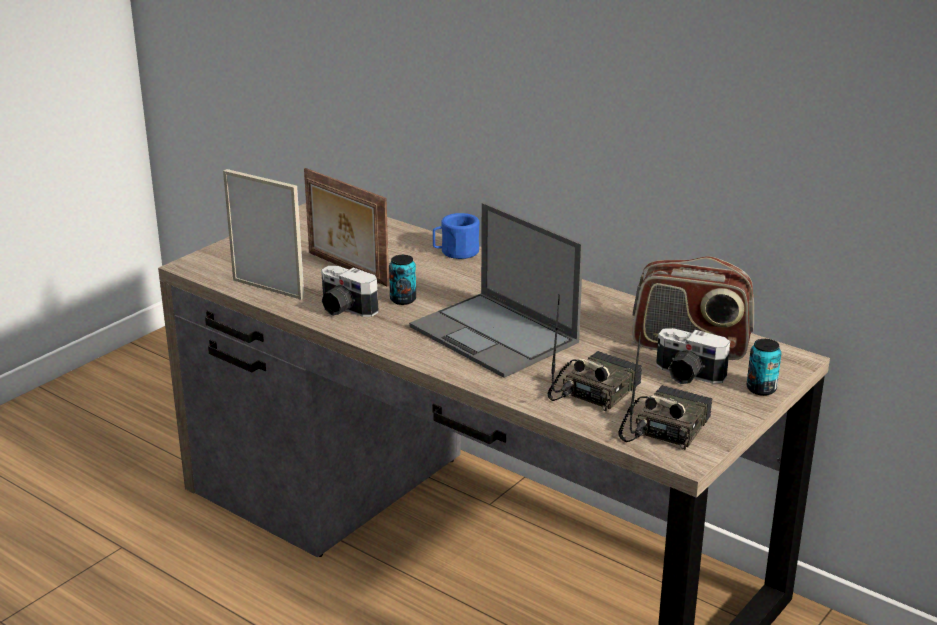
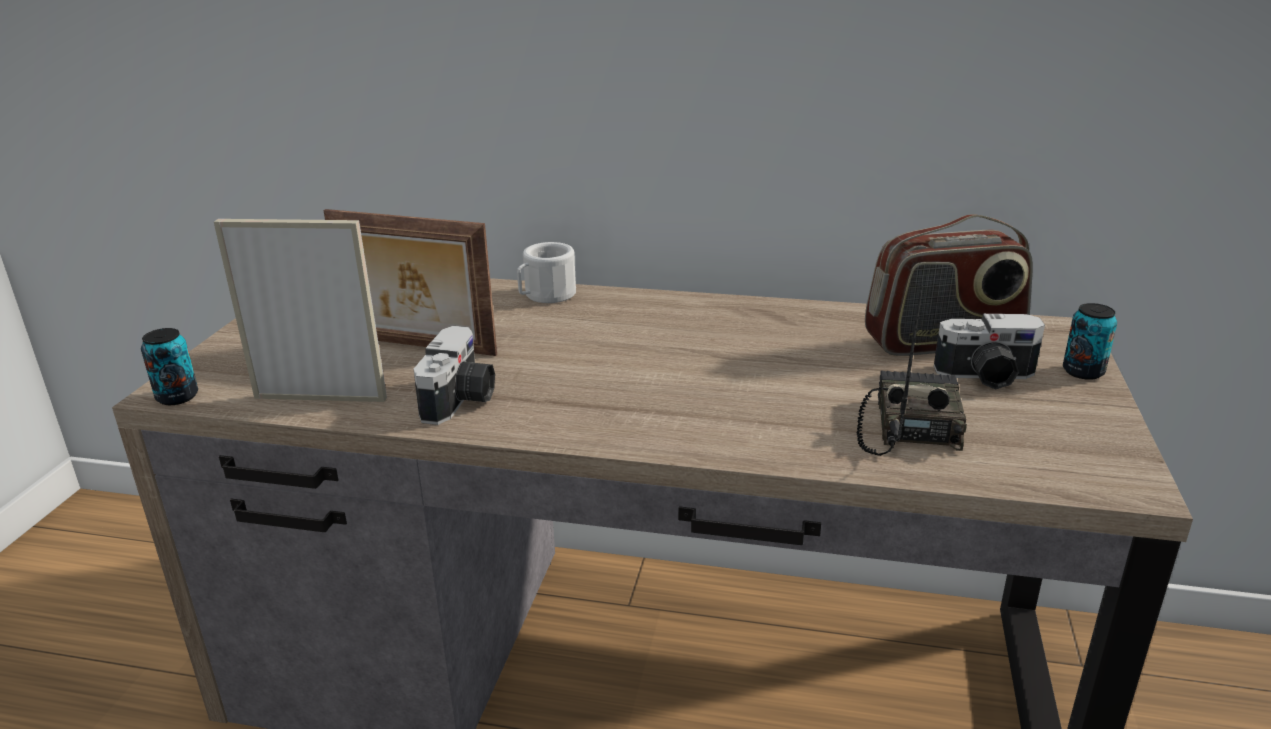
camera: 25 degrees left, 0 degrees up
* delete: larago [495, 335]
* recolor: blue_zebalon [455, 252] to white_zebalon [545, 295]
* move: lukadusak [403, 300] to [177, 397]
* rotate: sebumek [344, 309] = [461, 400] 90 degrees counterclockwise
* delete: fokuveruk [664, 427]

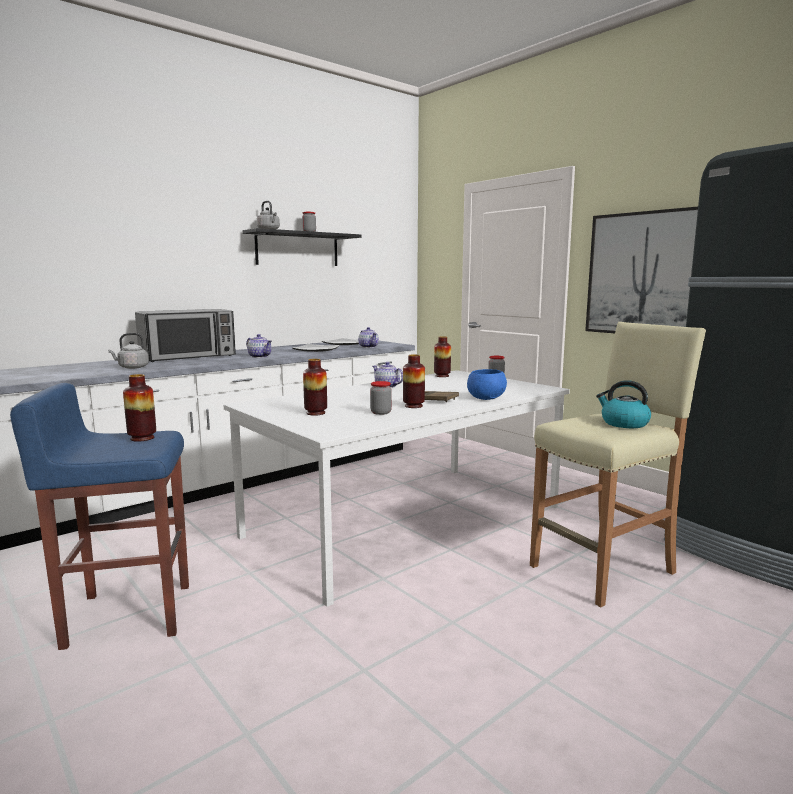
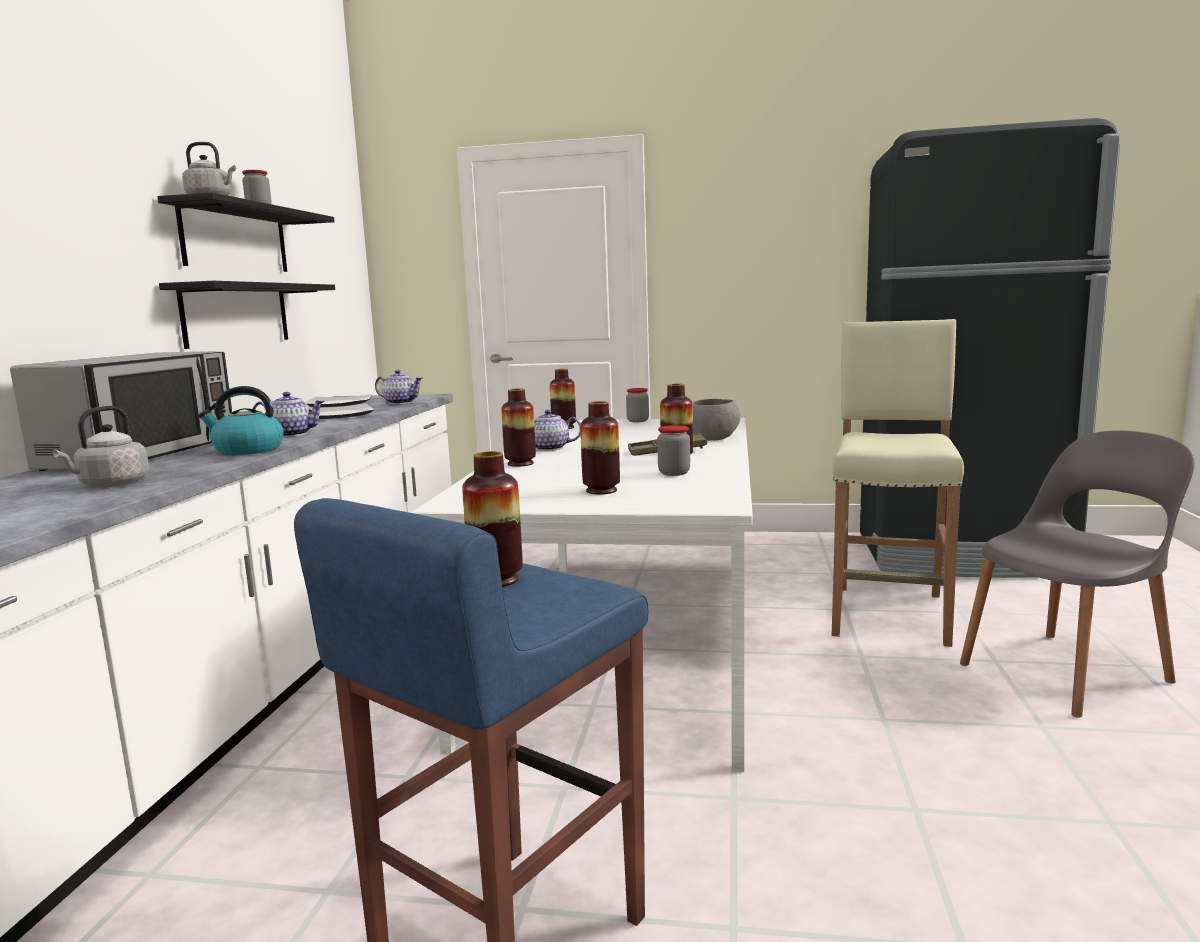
camera: 40 degrees left, 0 degrees up
* delete: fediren [646, 274]
* recolor: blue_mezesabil [485, 398] to grey_mezesabil [712, 439]
* move: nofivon [623, 423] to [247, 450]
* insert: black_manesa [237, 314]
* insert: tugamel [520, 464]
* insert: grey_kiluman [1067, 671]

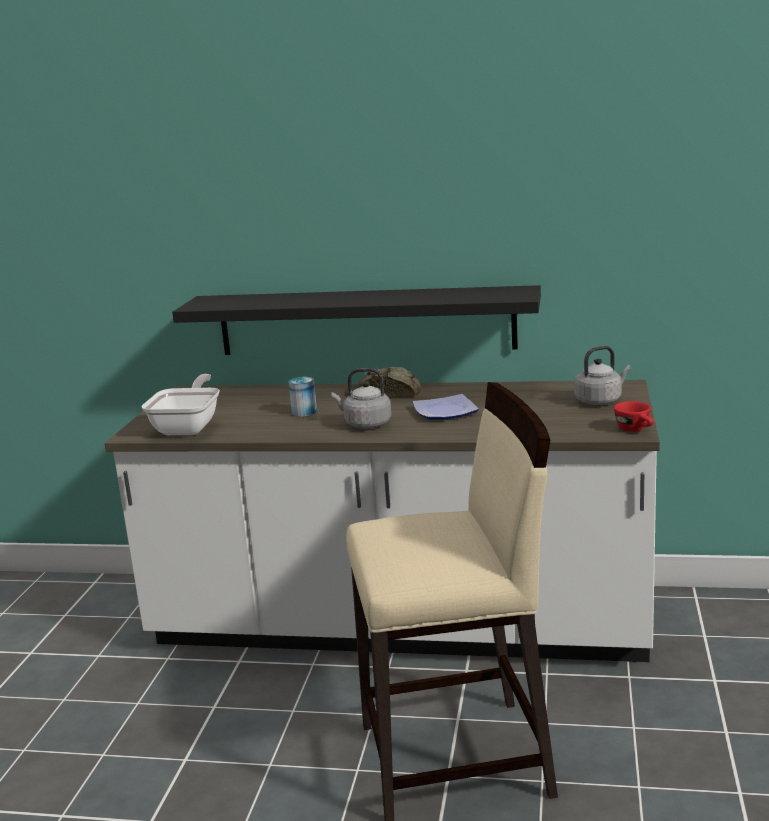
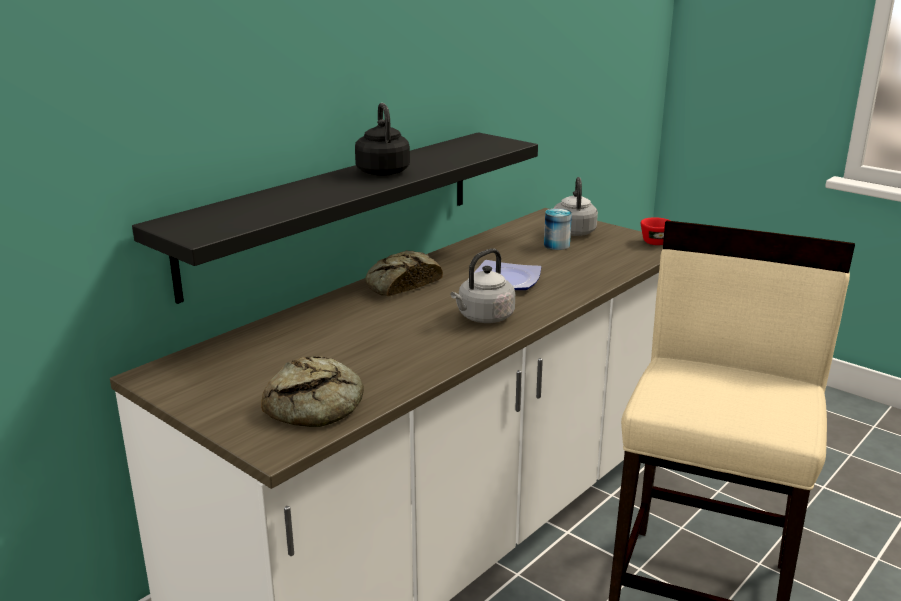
camera: 60 degrees left, 5 degrees up
* replace: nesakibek [189, 427] to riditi [318, 404]
* move: lukadusak [304, 412] to [556, 245]
* insert: black_nofivon [382, 171]

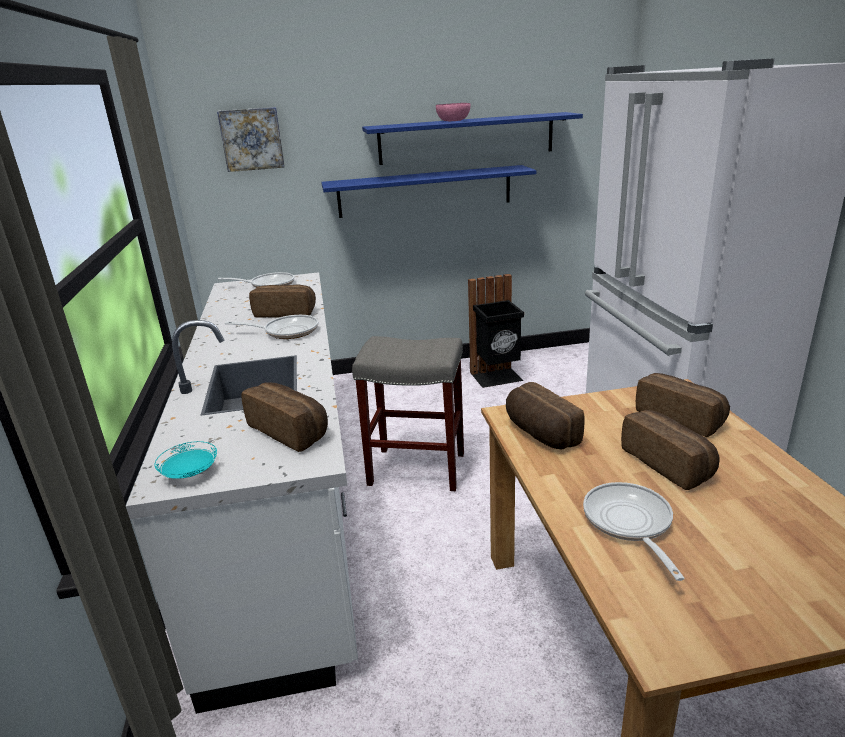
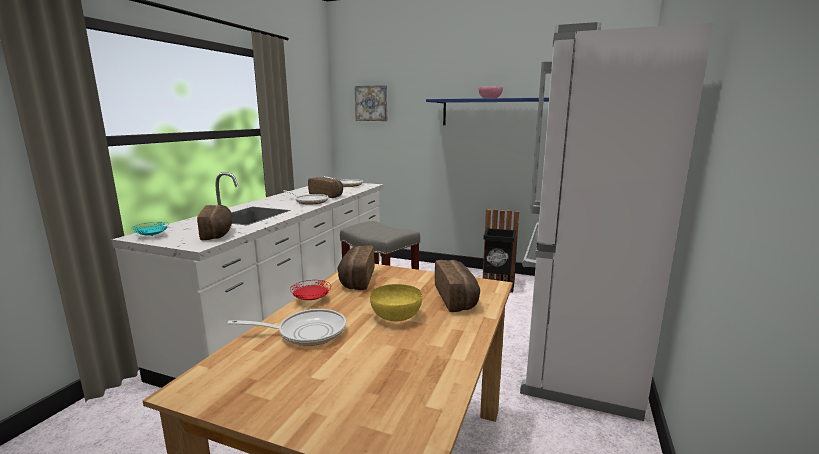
camera: 30 degrees right, 10 degrees down
* delete: blue_manesa [425, 191]
* replace: riditi [669, 463] to yellow_mezesabil [395, 316]
* rotate: nesakibek [629, 524] = [306, 332] 60 degrees clockwise
* insert: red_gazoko [311, 299]

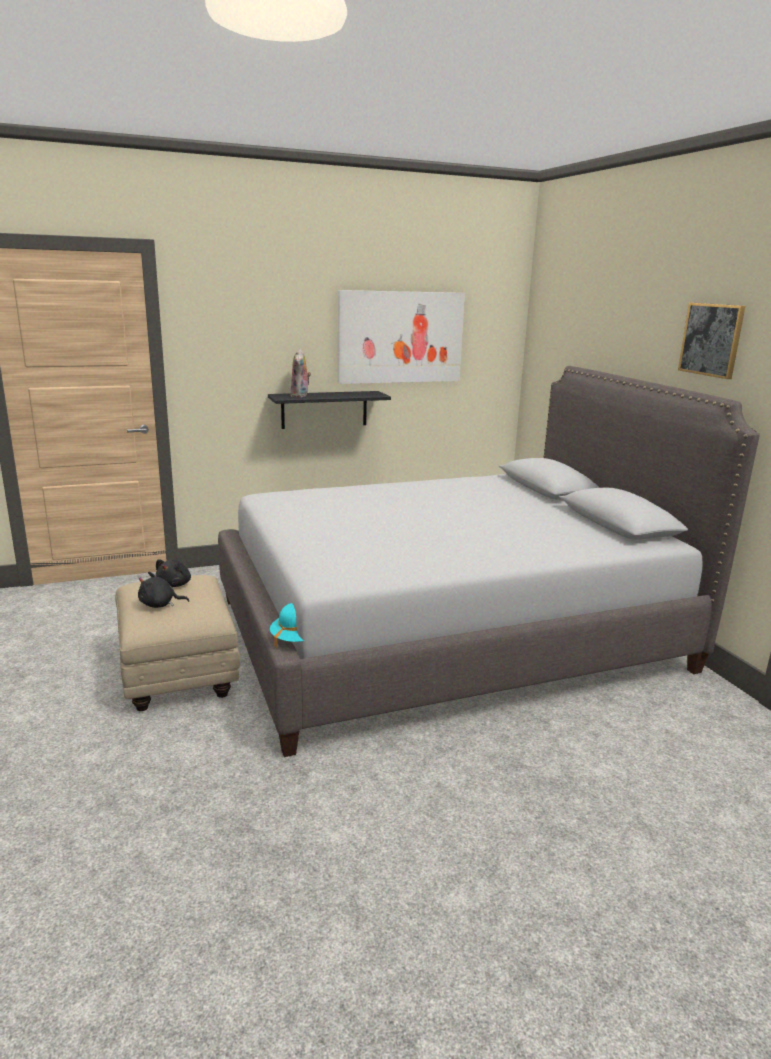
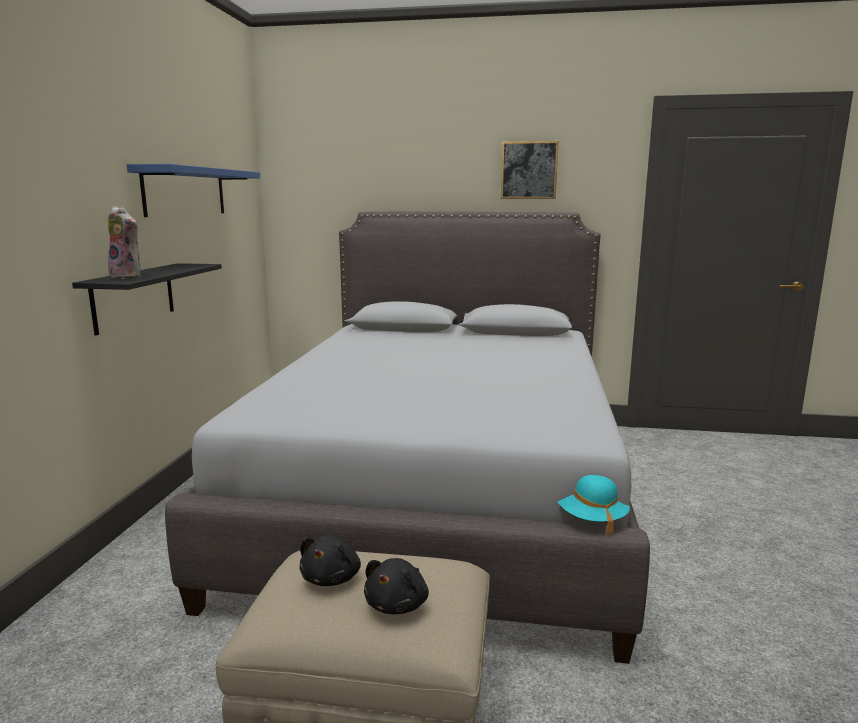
camera: 60 degrees left, 5 degrees down
* replace: fediren [400, 337] to blue_manesa [185, 192]
* rotate: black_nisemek [175, 584] = [332, 578] 60 degrees clockwise

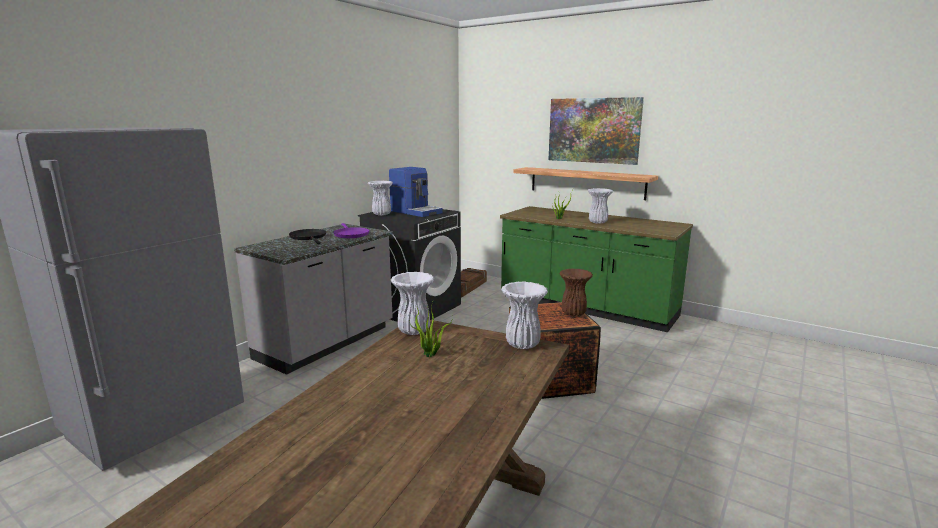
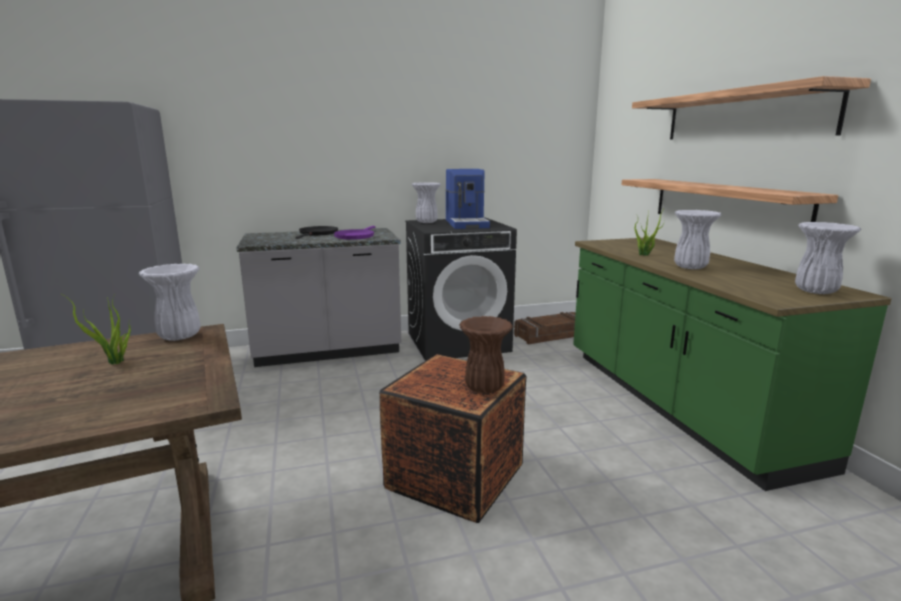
camera: 40 degrees right, 0 degrees up
* replace: fediren [593, 130] to manesa [743, 115]
* move: white_tugamel [522, 344] to [814, 291]

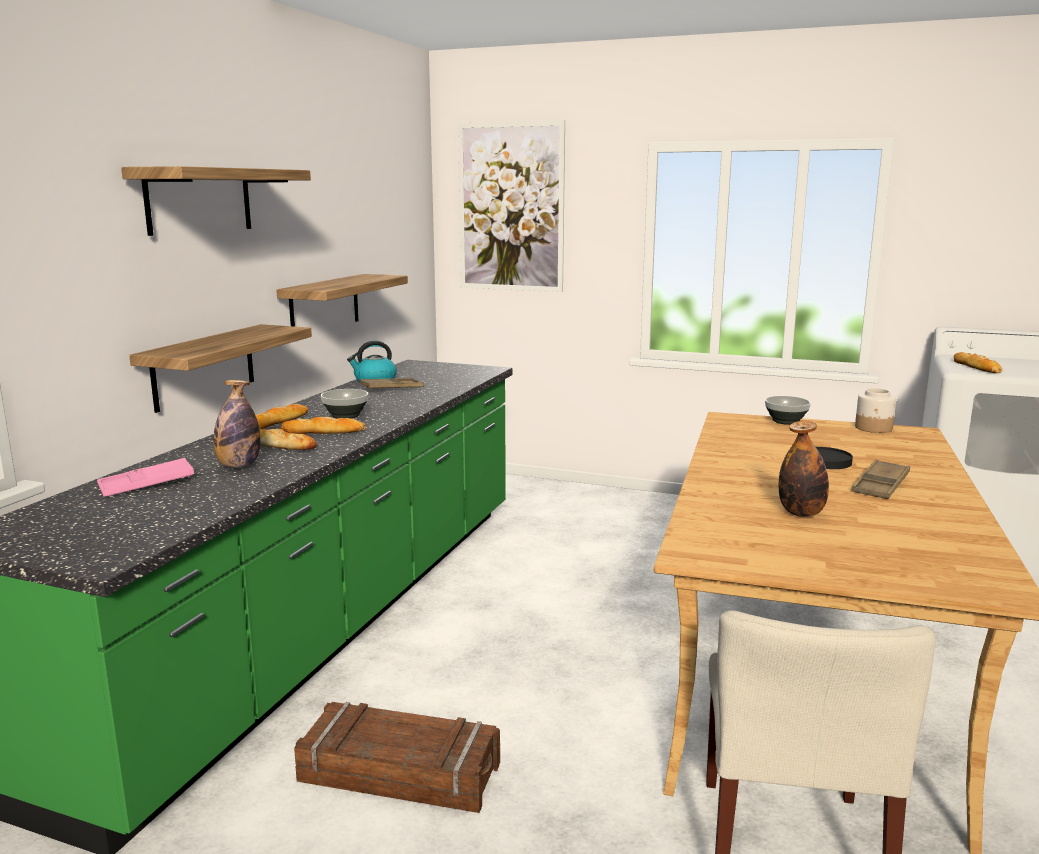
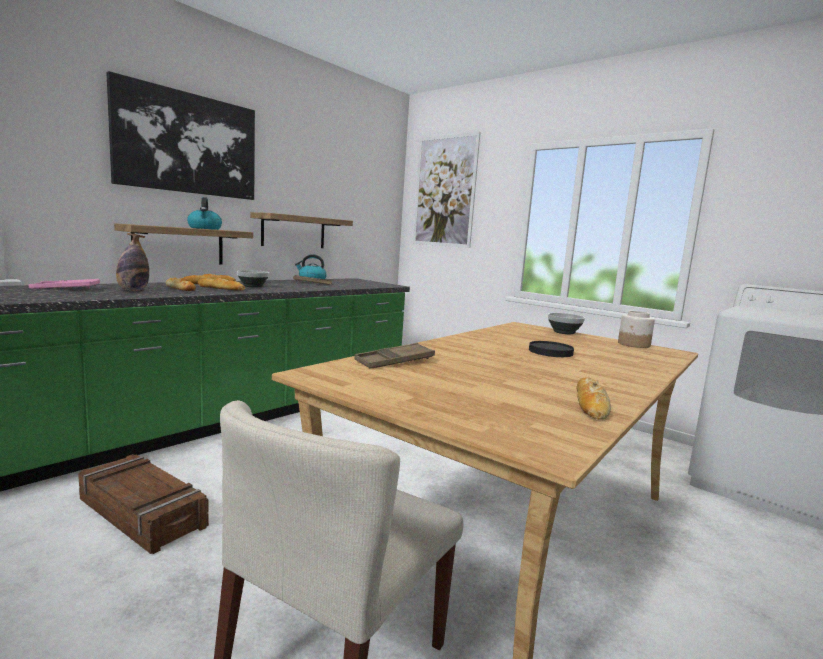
camera: 20 degrees right, 5 degrees down
* replace: manesa [199, 200] to fediren [188, 143]
* move: riditi [976, 367] to [591, 403]
* delete: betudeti [801, 513]
* move: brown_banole [880, 485] to [394, 361]
* insert: nofivon [205, 228]

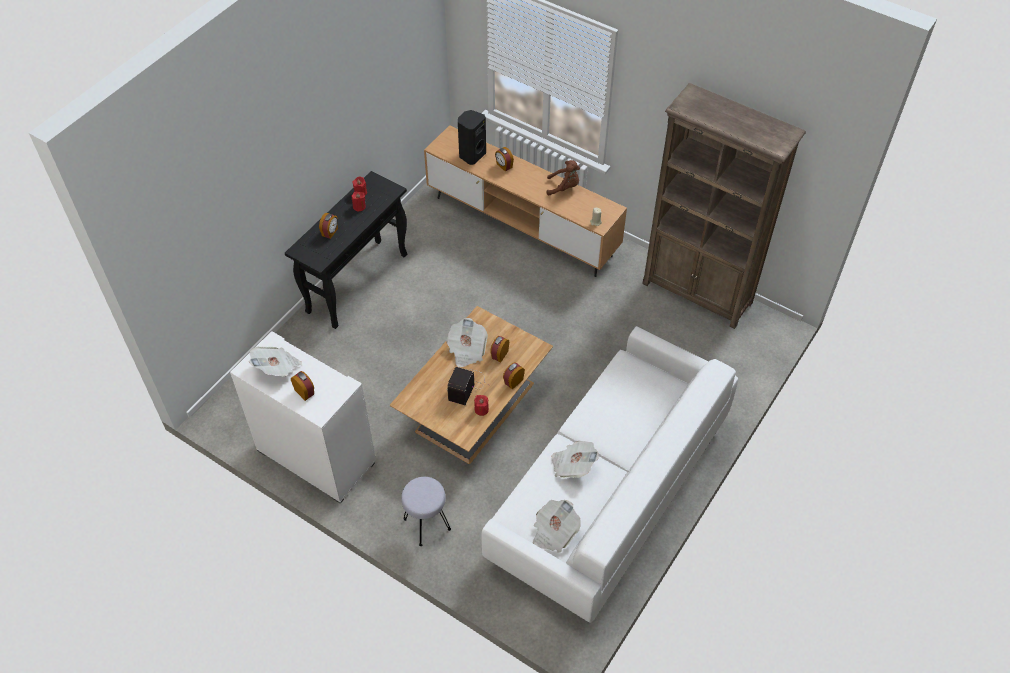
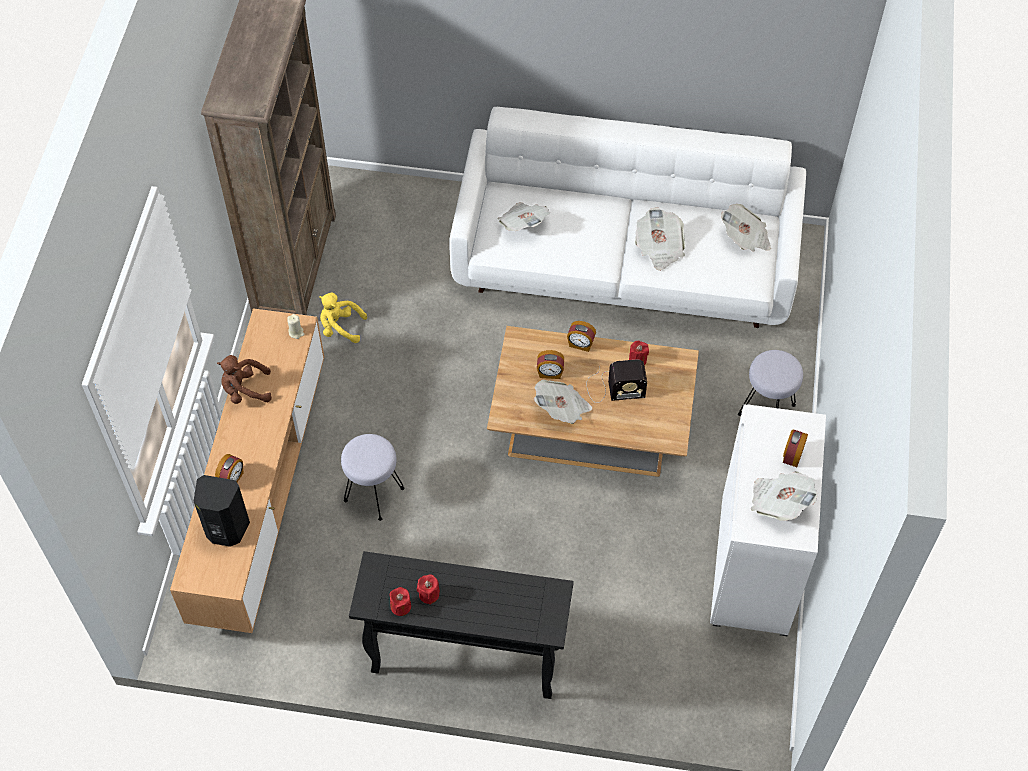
camera: 115 degrees left, 5 degrees up
* rotate: brown_nisemek [564, 187] = [245, 390] 75 degrees counterclockwise
* delete: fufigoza [330, 232]
* insert: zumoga [523, 224]
* insert: yellow_nisemek [340, 327]
* insert: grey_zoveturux [373, 493]

